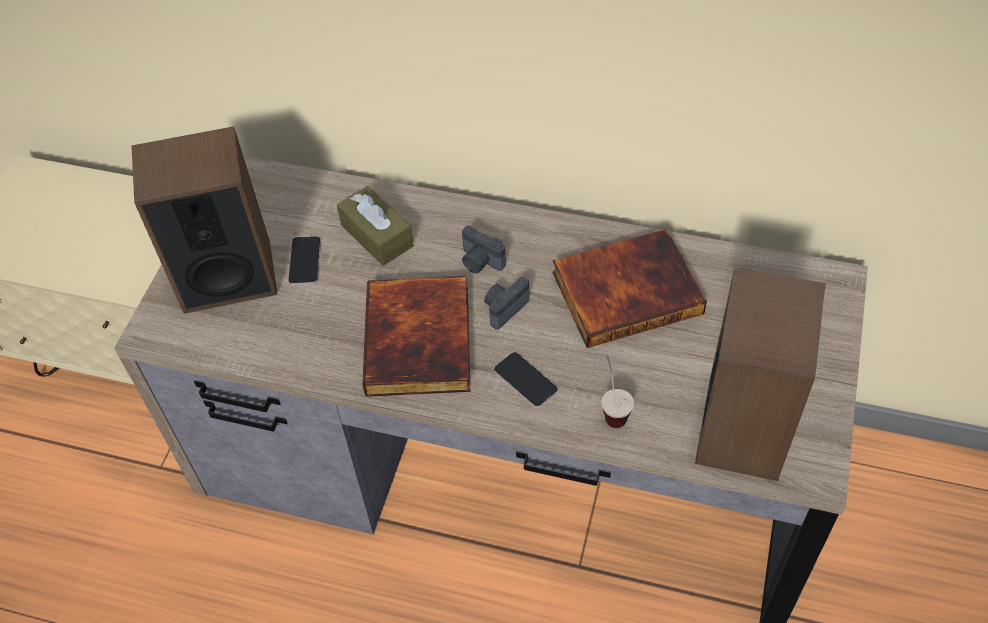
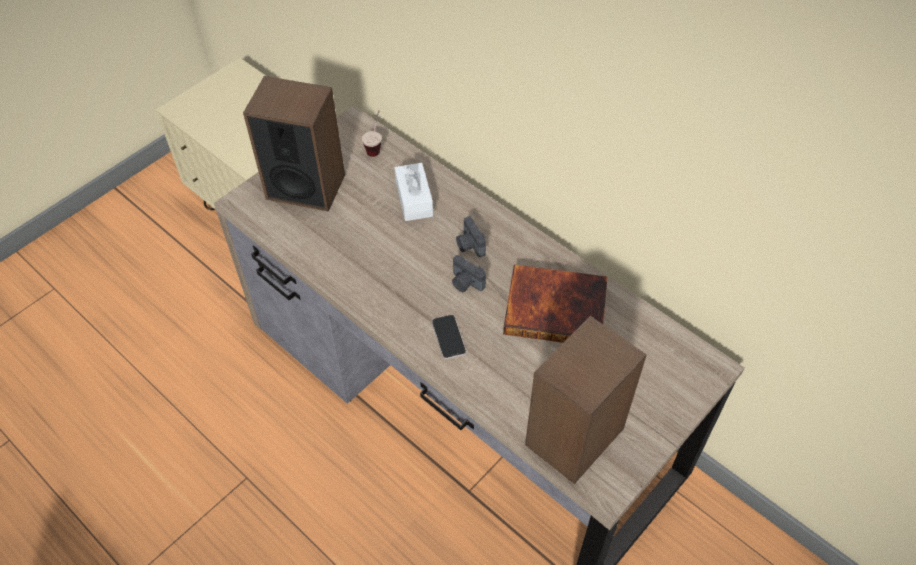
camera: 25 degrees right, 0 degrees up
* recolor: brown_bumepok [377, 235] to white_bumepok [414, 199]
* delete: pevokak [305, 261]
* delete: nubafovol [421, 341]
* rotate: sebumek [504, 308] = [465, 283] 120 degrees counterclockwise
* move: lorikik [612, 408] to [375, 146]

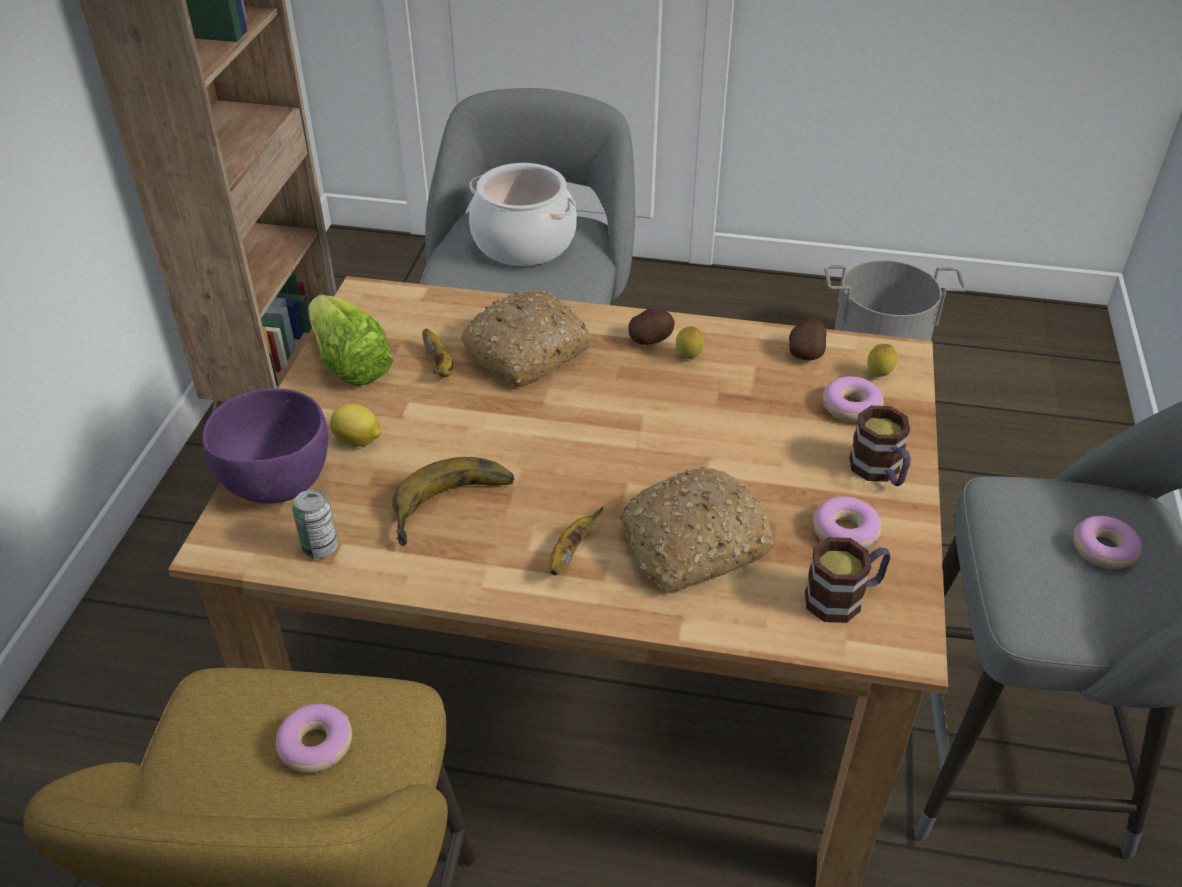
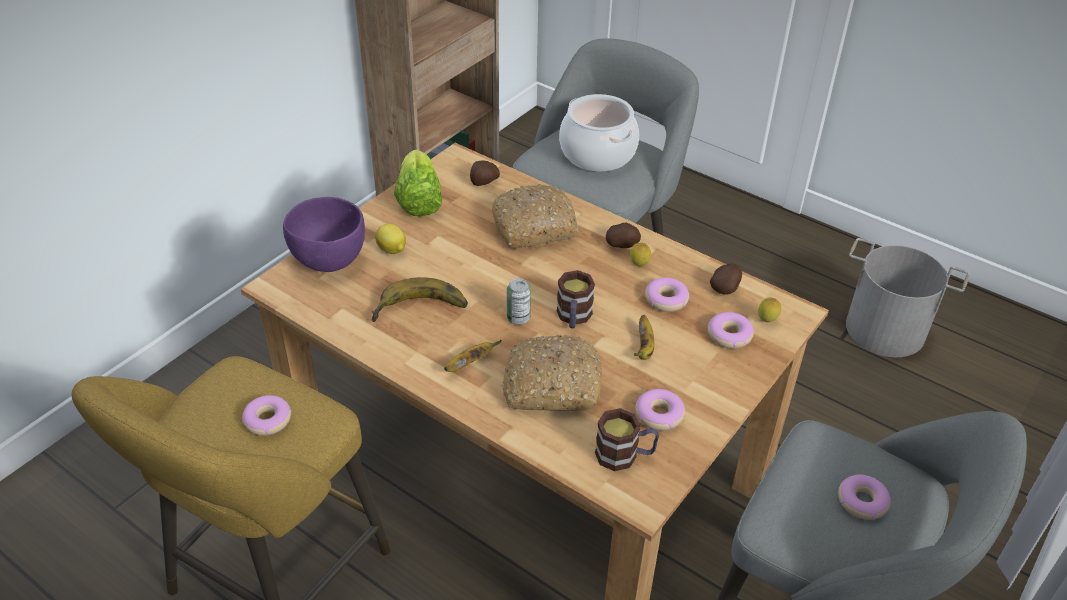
camera: 25 degrees right, 0 degrees up
* move: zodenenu [439, 365] to [644, 347]
* move: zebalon [880, 472] to [573, 318]
* move: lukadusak [320, 548] to [518, 318]
* insert: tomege [483, 182]
* insert: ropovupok [666, 299]

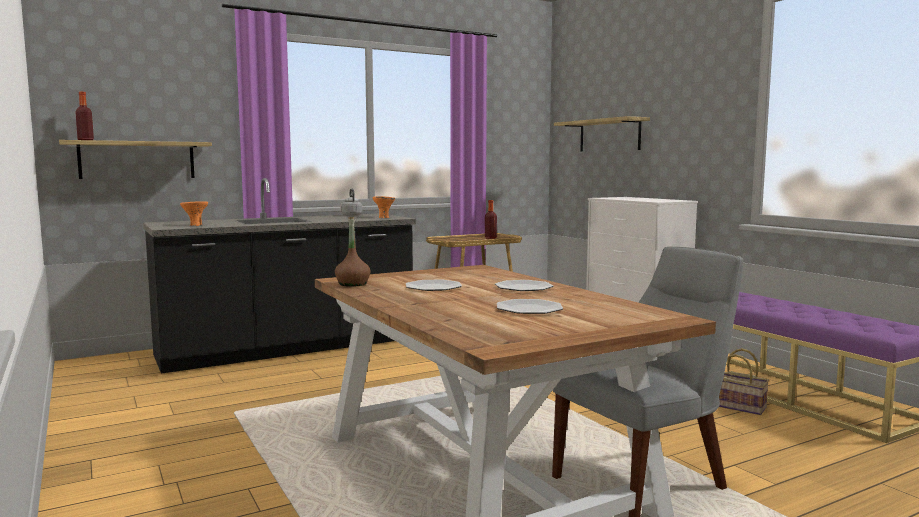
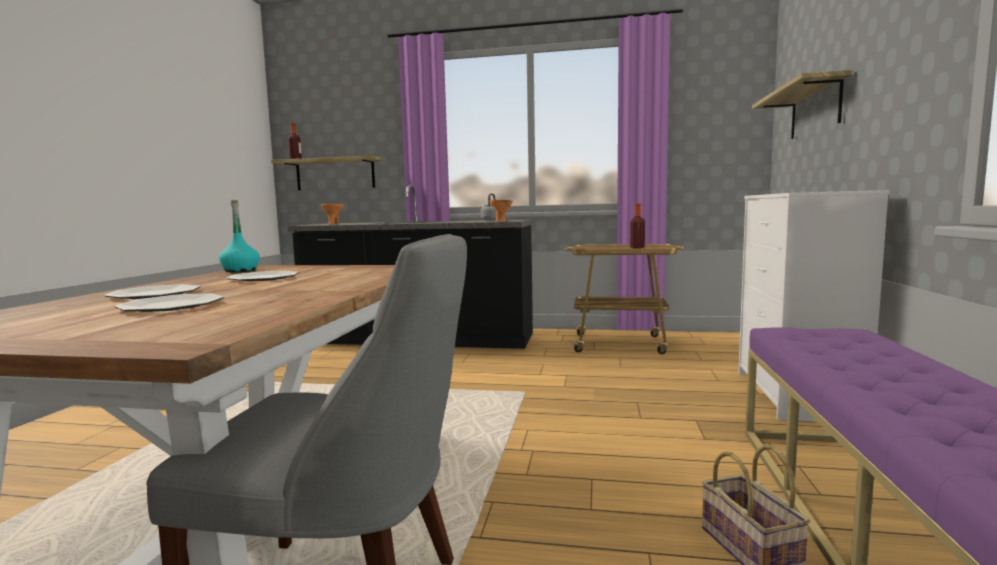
camera: 40 degrees right, 0 degrees up
* recolor: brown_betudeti [352, 284] to turquoise_betudeti [240, 270]
* move: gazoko [524, 287] to [155, 294]

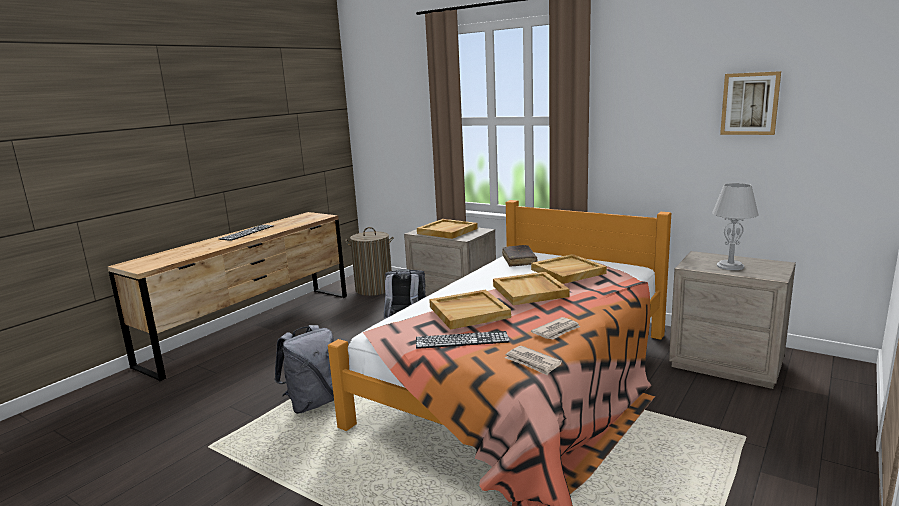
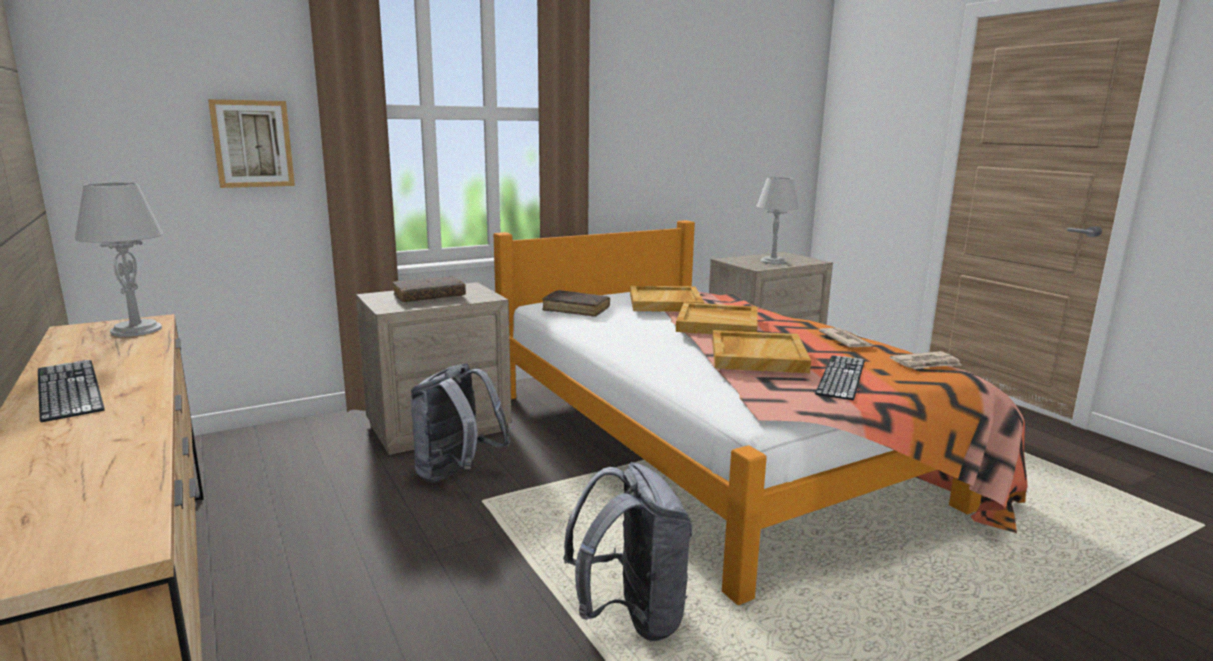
camera: 65 degrees left, 0 degrees up
* move: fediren [750, 103] to [252, 144]
* replace: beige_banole [447, 231] to brown_nubafovol [429, 297]
* delete: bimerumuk [374, 289]
* insert: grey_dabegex [136, 330]

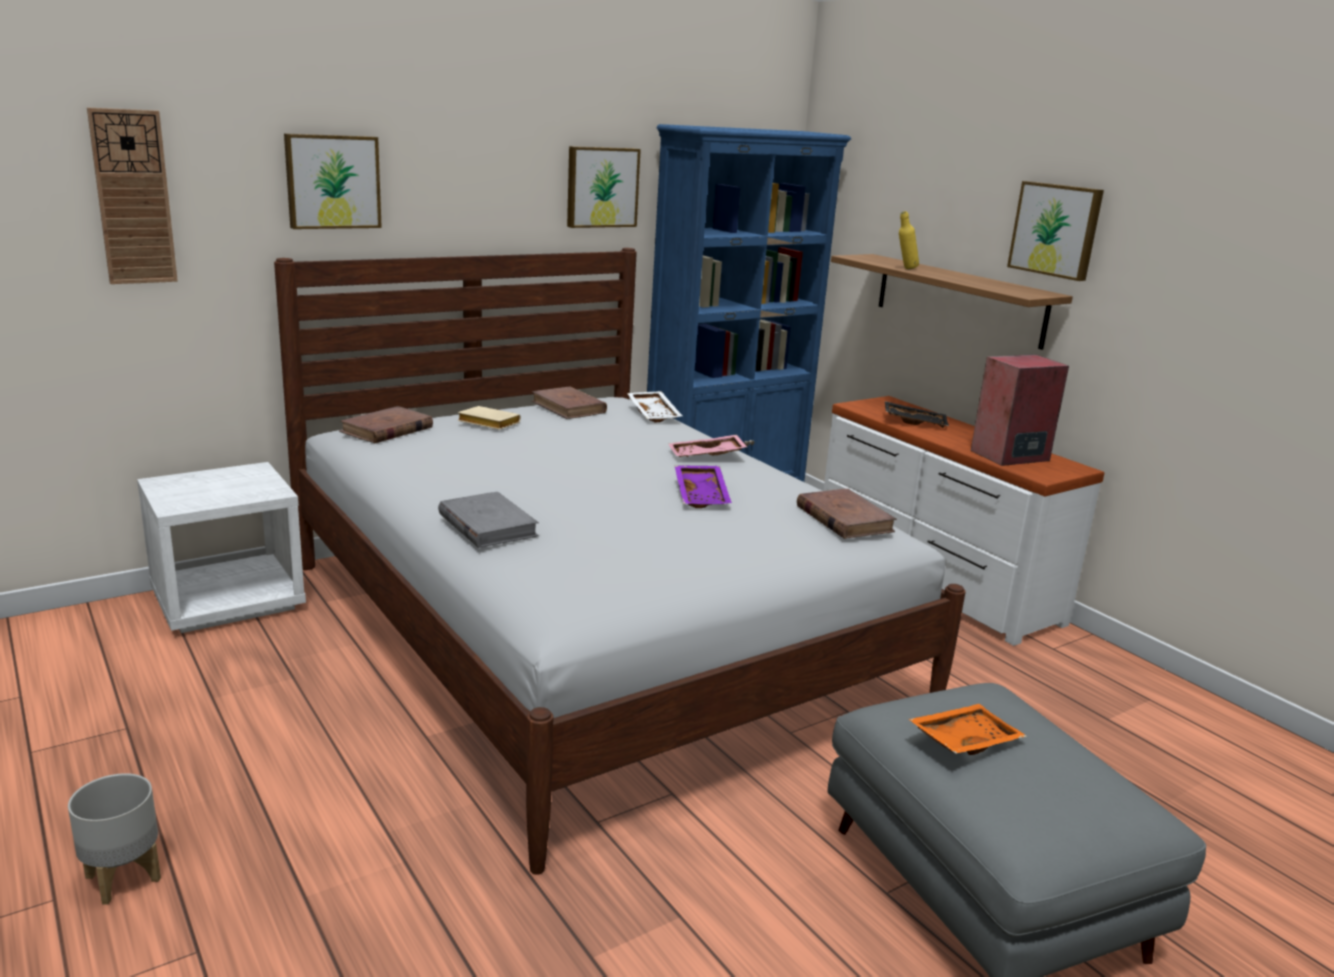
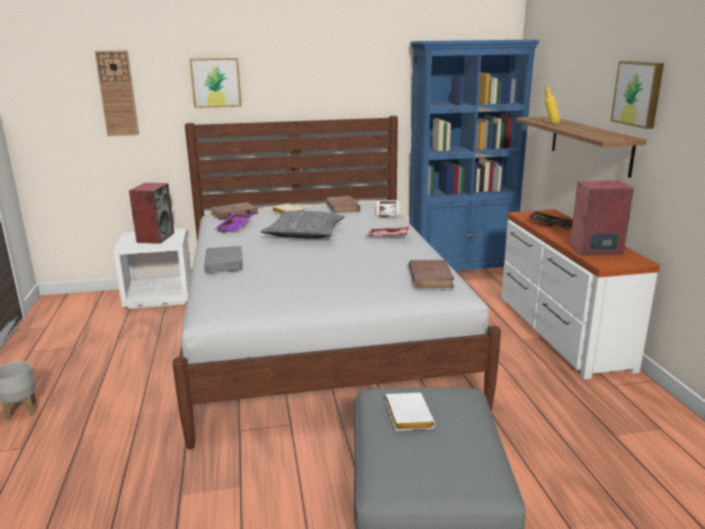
camera: 25 degrees right, 0 degrees up
* delete: fediren [601, 187]
* move: purple_banole [703, 495] to [235, 227]
* replace: orange_banole [963, 740] to white_nubafovol [406, 415]
* insert: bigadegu [155, 237]
* insert: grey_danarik [304, 233]

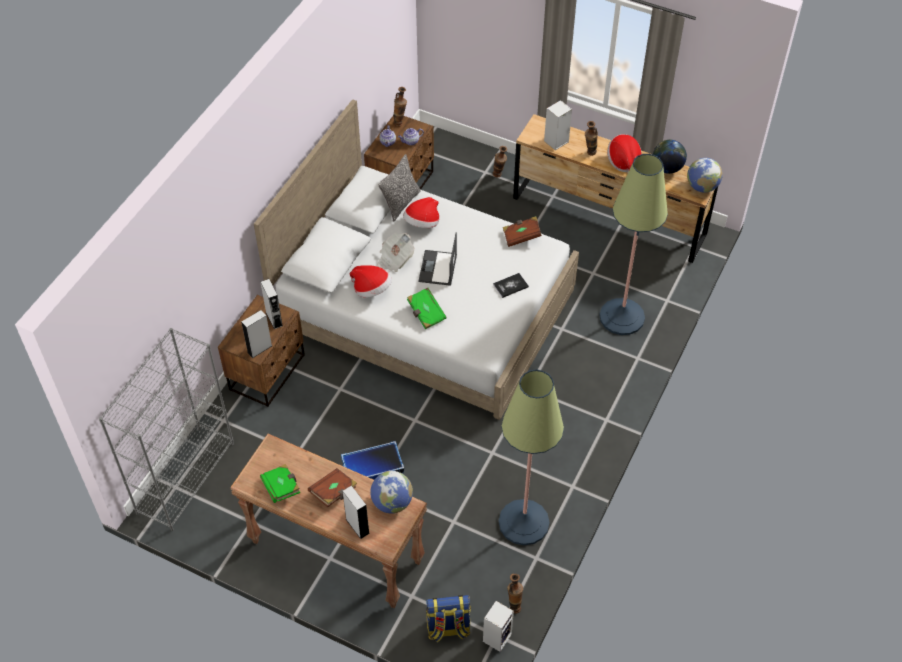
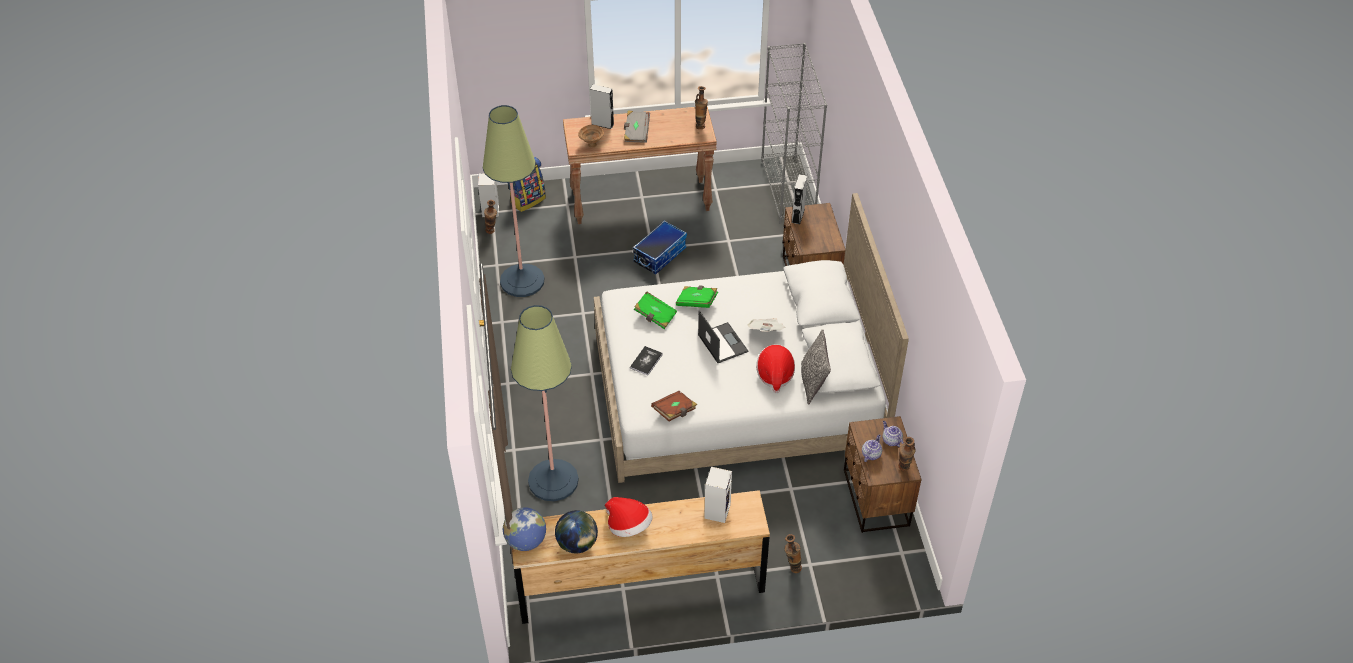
camera: 145 degrees right, 5 degrees down
* move: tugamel [589, 154] to [700, 125]
* delete: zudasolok [371, 289]
* delete: grey_bigadegu [274, 319]
* move: green_nubafovol [281, 487] to [655, 316]
* recolor: brown_nubafovol [333, 492] to grey_nubafovol [636, 132]
* replace: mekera [392, 502] to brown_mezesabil [591, 145]

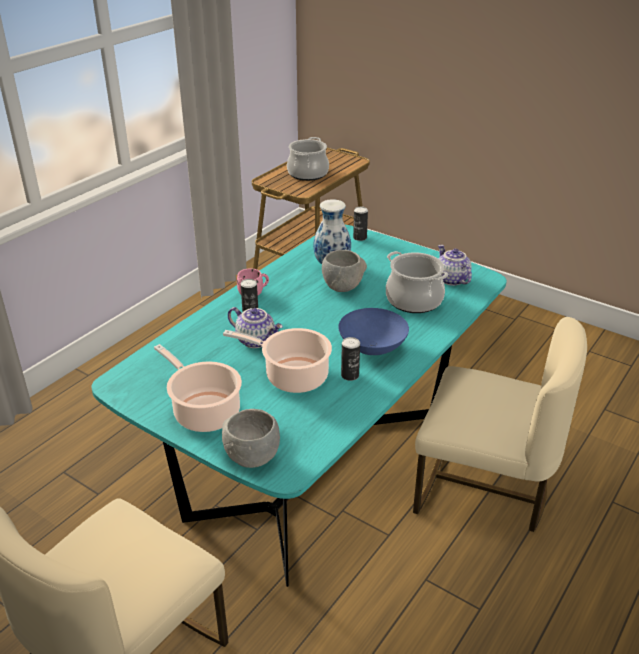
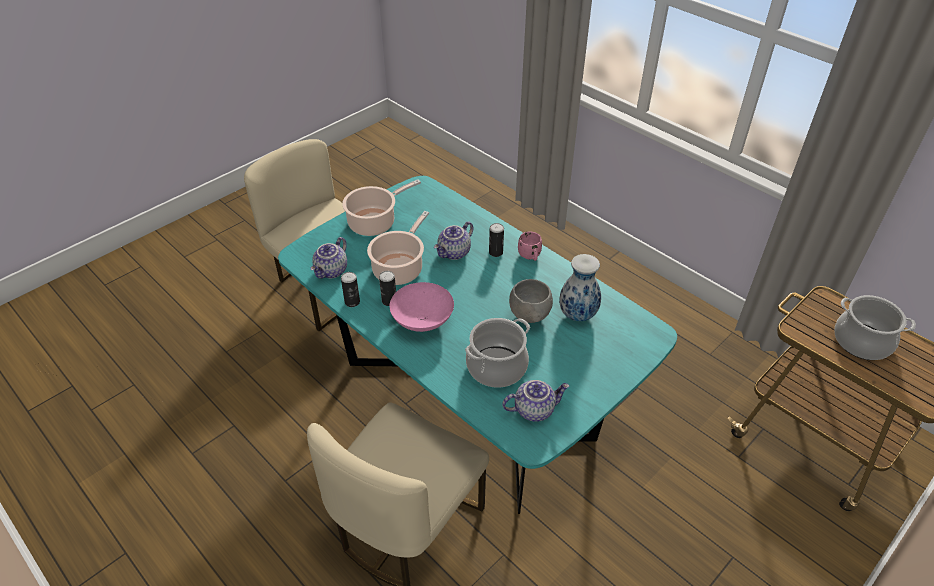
camera: 100 degrees right, 10 degrees up
* move: lukadusak [360, 238] to [352, 302]
* recolor: blue_mezesabil [372, 347] to pink_mezesabil [423, 321]
* delete: grey_mezesabil [252, 458]
* insert: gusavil [332, 271]

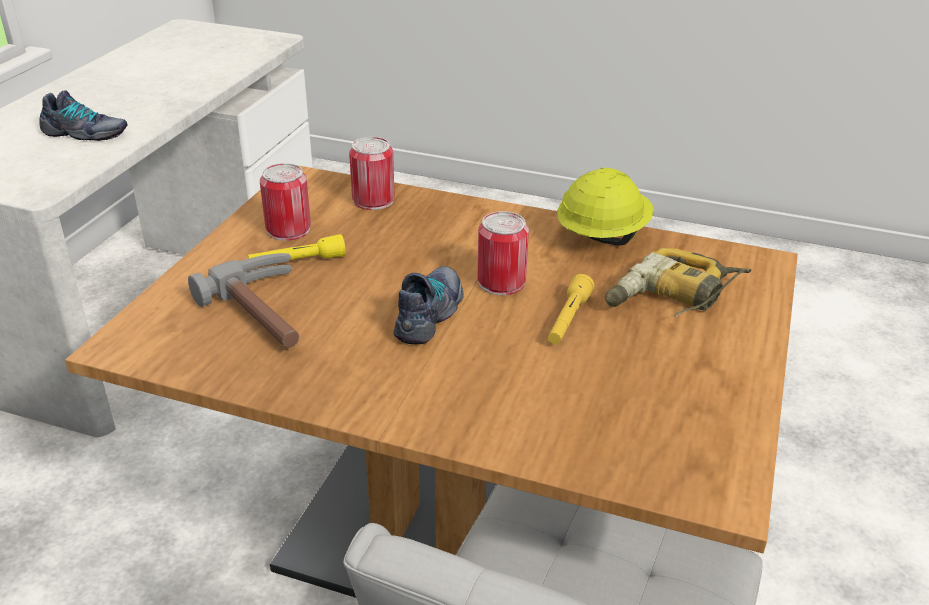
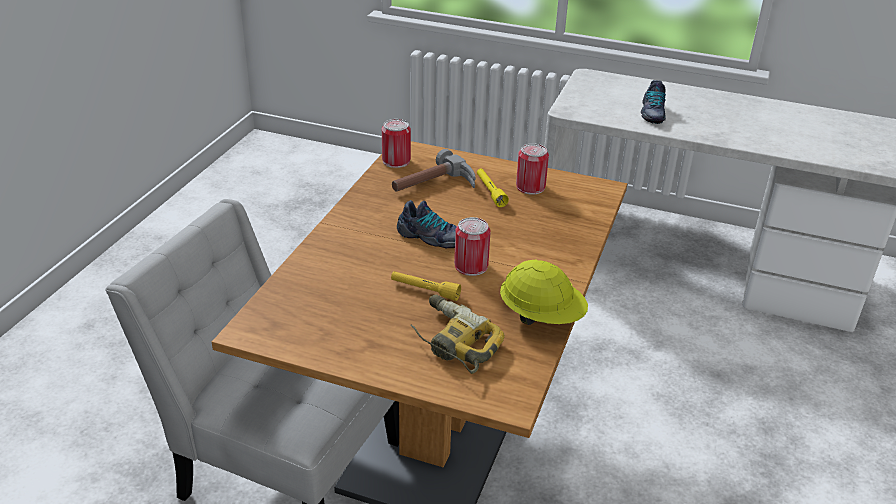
camera: 90 degrees right, 0 degrees up
* move: lukadusak [373, 200] to [396, 161]

